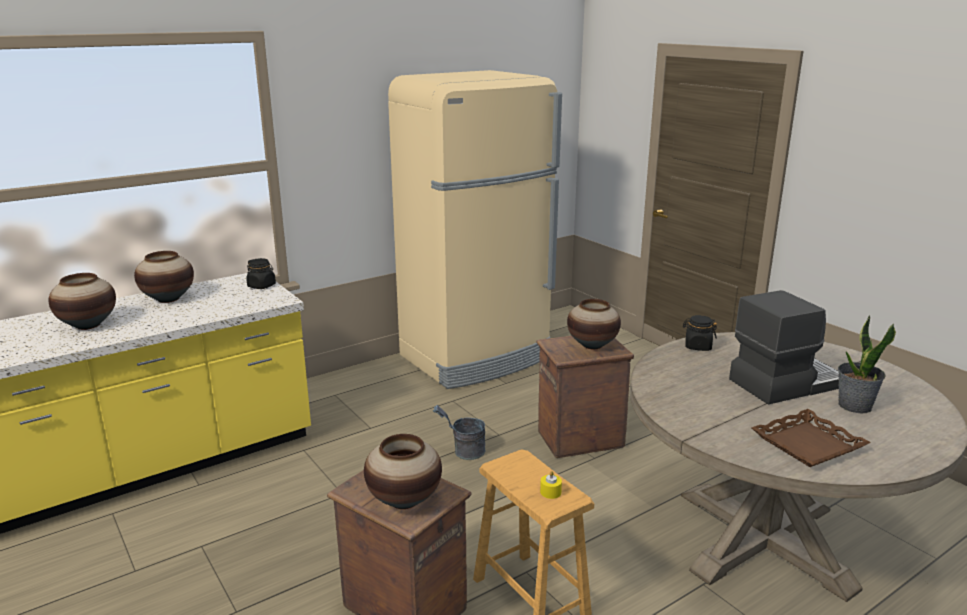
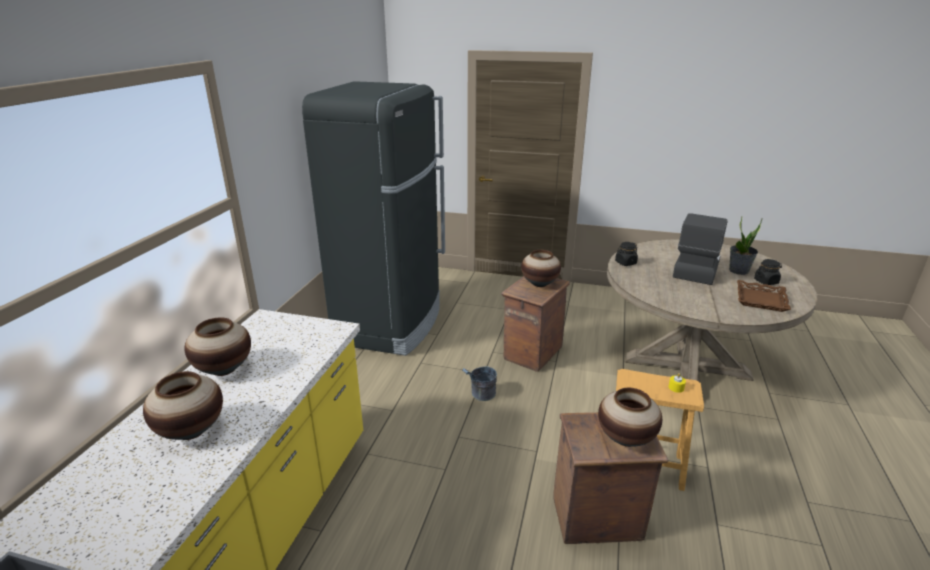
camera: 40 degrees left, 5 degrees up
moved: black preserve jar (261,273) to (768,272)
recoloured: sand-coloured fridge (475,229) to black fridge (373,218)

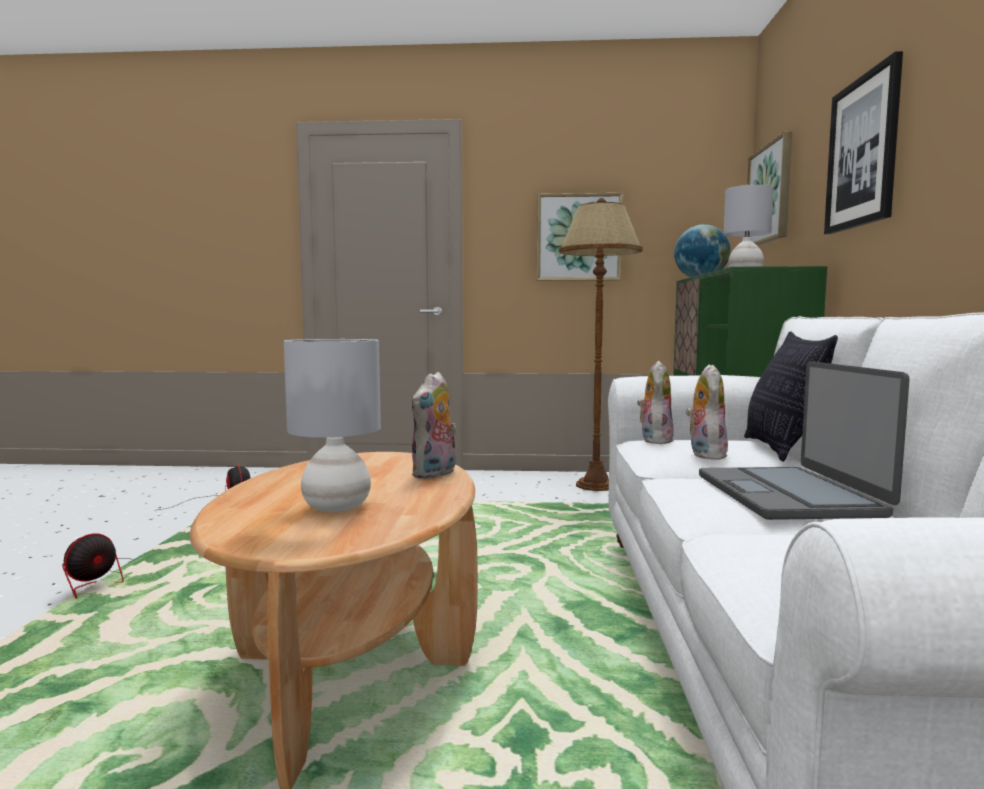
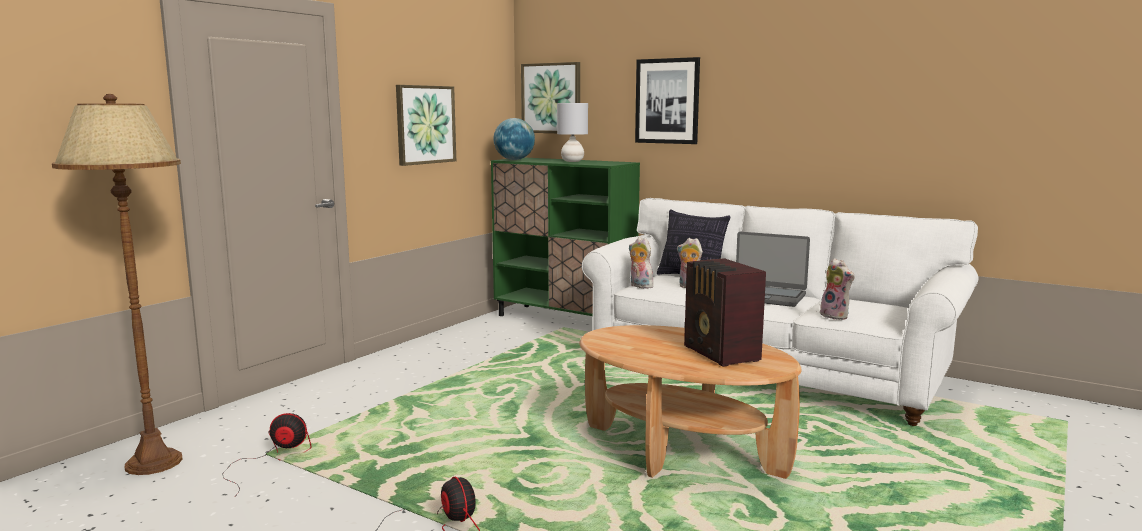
camera: 60 degrees left, 5 degrees up
moved: brown floor lamp (601,344) to (117,284); soft toy (434,425) to (837,289)
replaced: gray table lamp (332,425) to radio set (725,312)

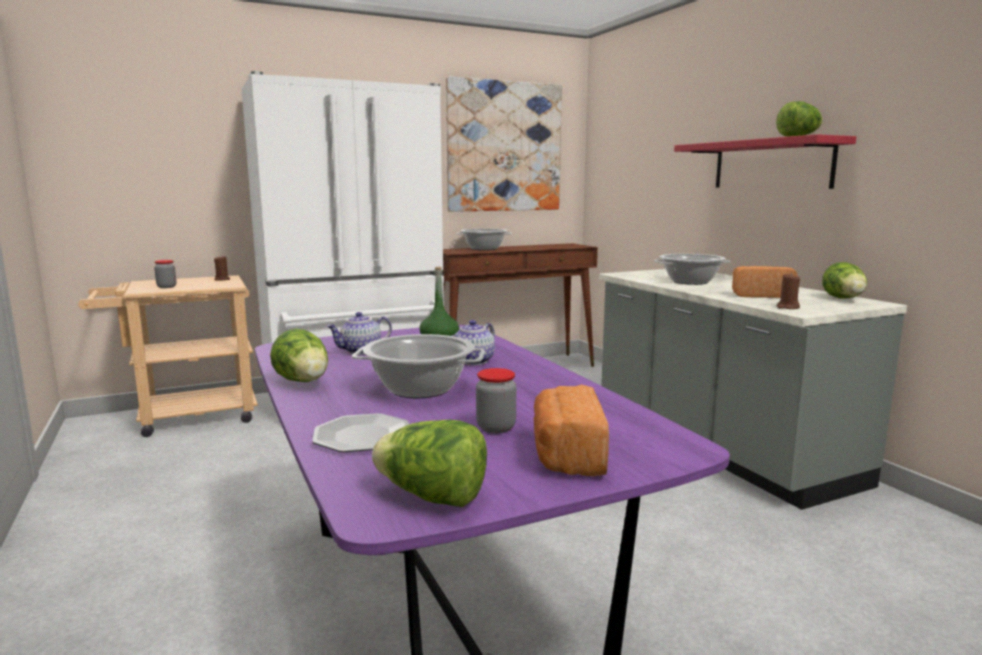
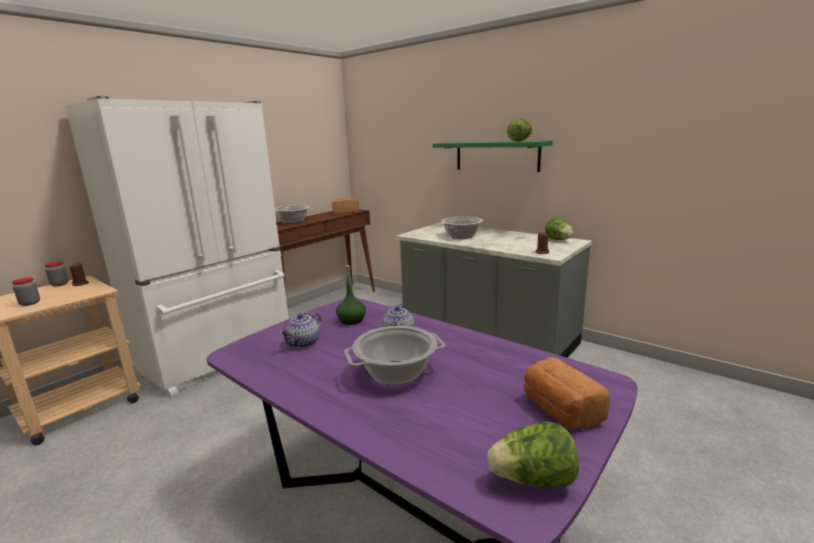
camera: 25 degrees left, 5 degrees up
removed: lettuce head (299,355); plate (360,432); wall picture (504,144)
moved: preserve jar (496,400) to (56,274); bakery bread (765,282) to (345,206)
recoloured: reddish wall shelf (765,161) to green wall shelf (493,156)

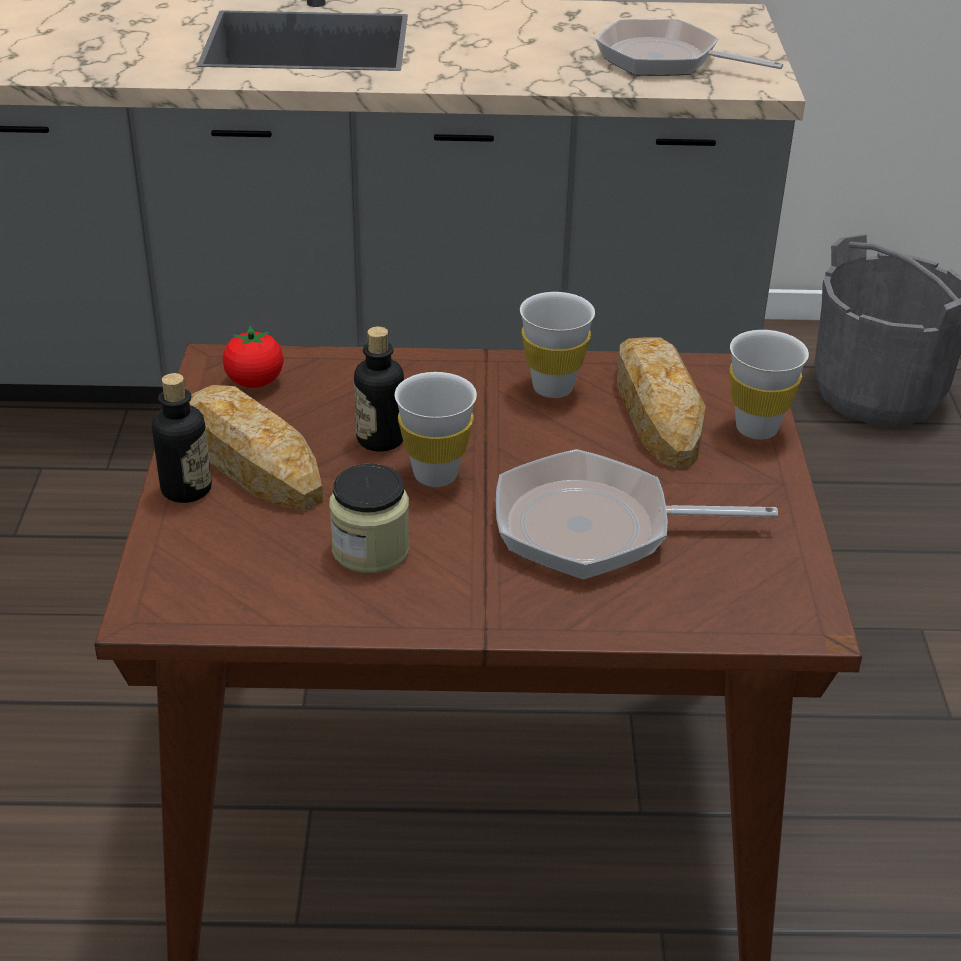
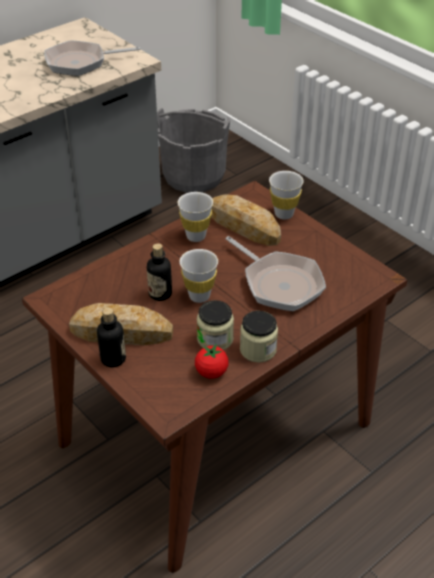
camera: 40 degrees left, 5 degrees up
added: preserve jar (259,337)
moved: tomato (253,356) to (212,361)
turned: skillet (637,514) = (275,273) 90 degrees counterclockwise

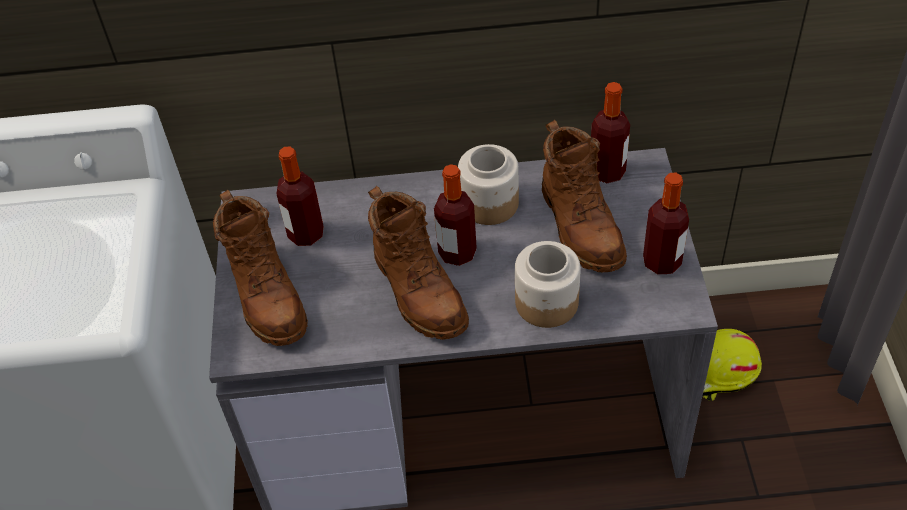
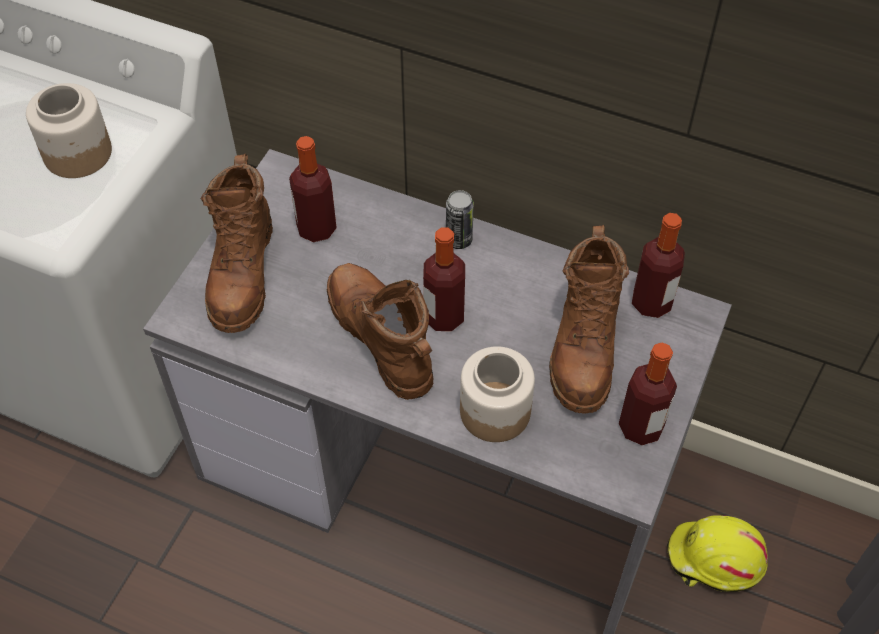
camera: 25 degrees right, 5 degrees up
added: can (460,219)
moved: preserve jar (488,184) to (69,130)
turned: brown high-top boot (418,263) = (380,331) 150 degrees clockwise

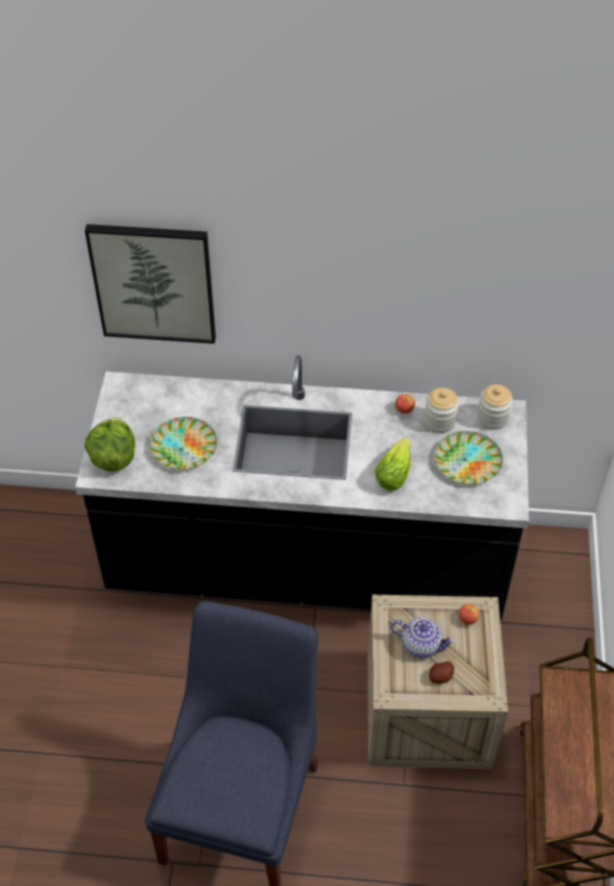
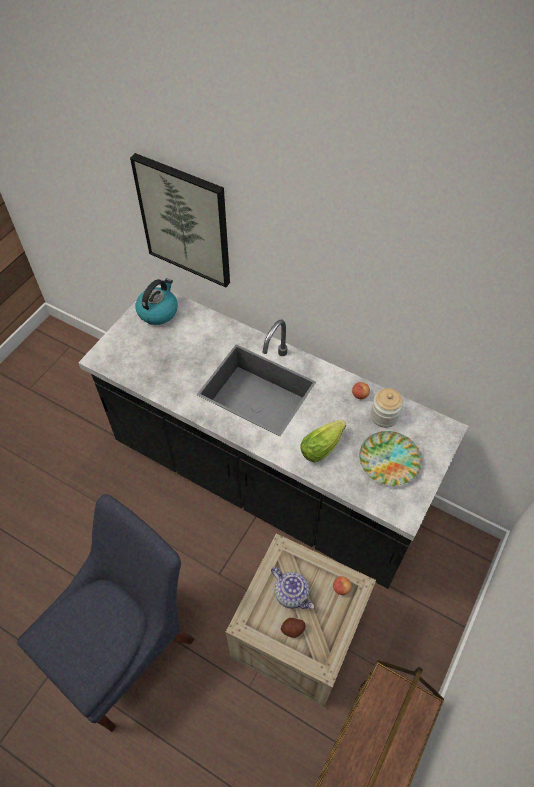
camera: 25 degrees right, 5 degrees up
removed: lettuce head (110,444); plate (183,443); preserve jar (495,407)
added: water kettle (156,301)

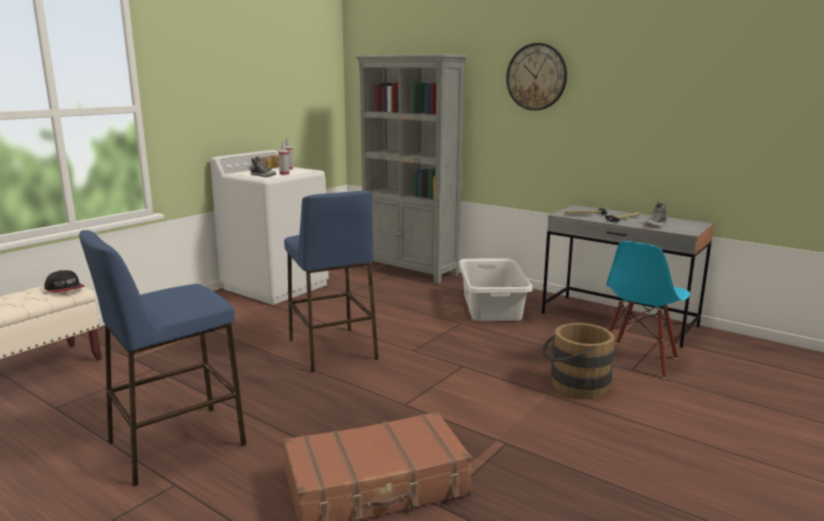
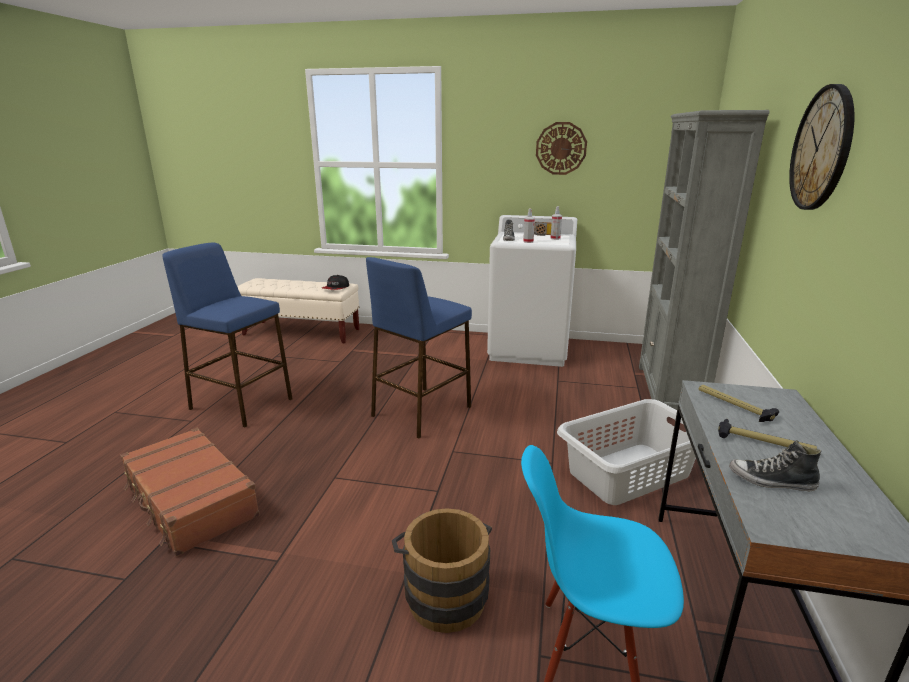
camera: 65 degrees right, 5 degrees up
added: wall clock (561,148)

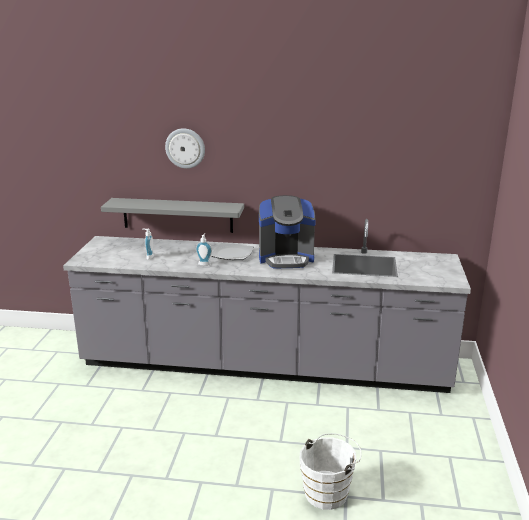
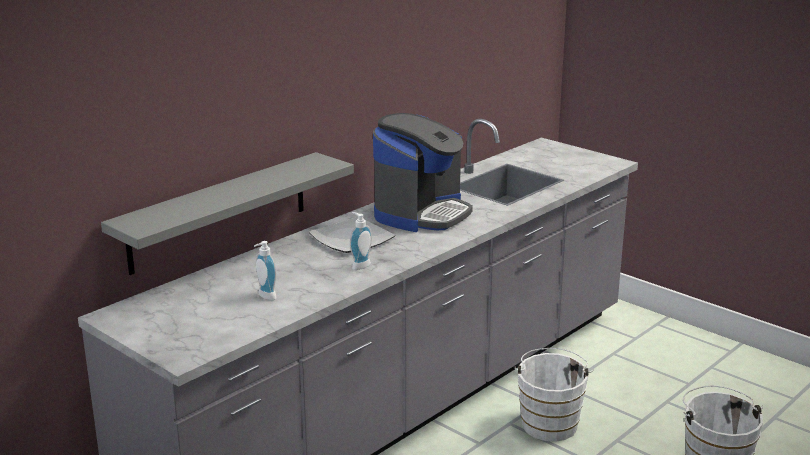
camera: 55 degrees left, 0 degrees up
removed: wall clock (185,148)
added: white-coloured bucket (554,395)

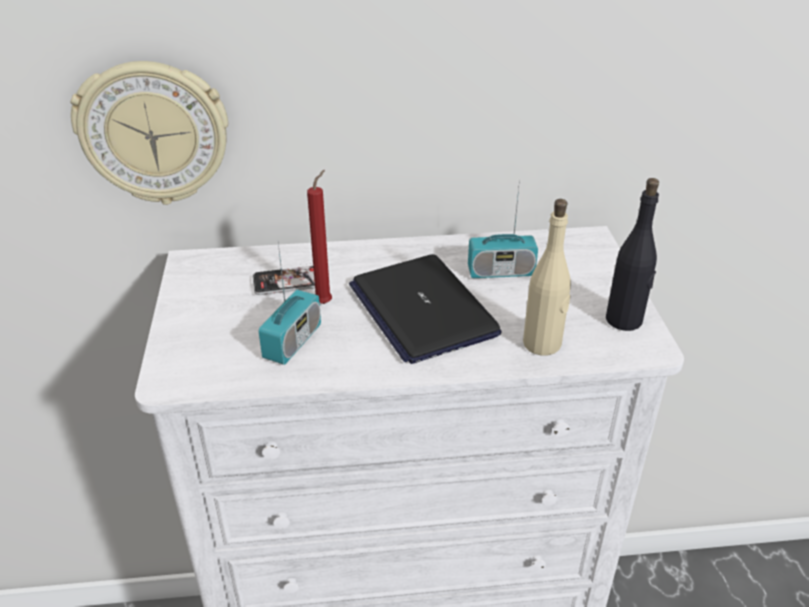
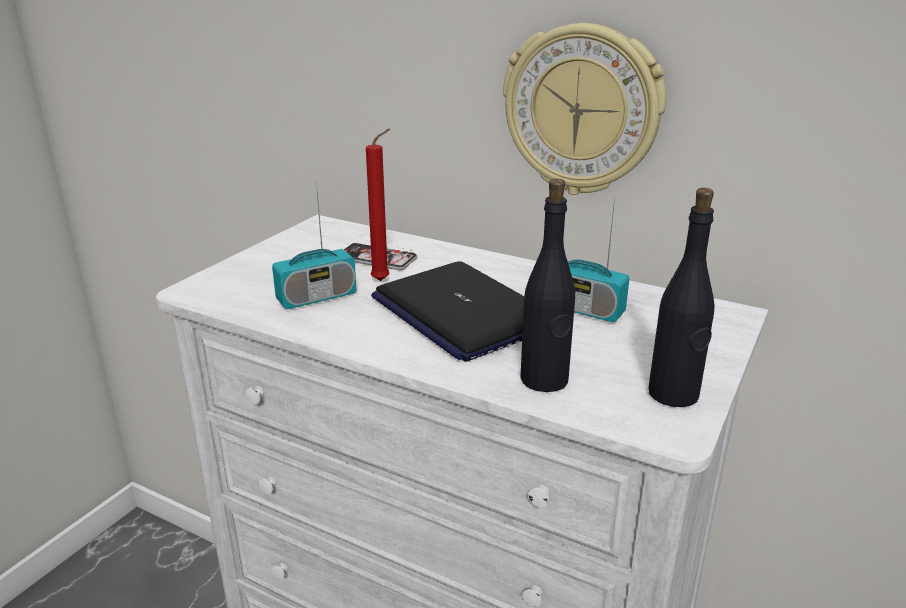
camera: 35 degrees right, 10 degrees down
moved: wall clock (149,133) to (584,109)
recoloured: sand-coloured drink bottle (547,277) to black drink bottle (547,285)
turned: laptop (425,309) = (447,311) 45 degrees counterclockwise

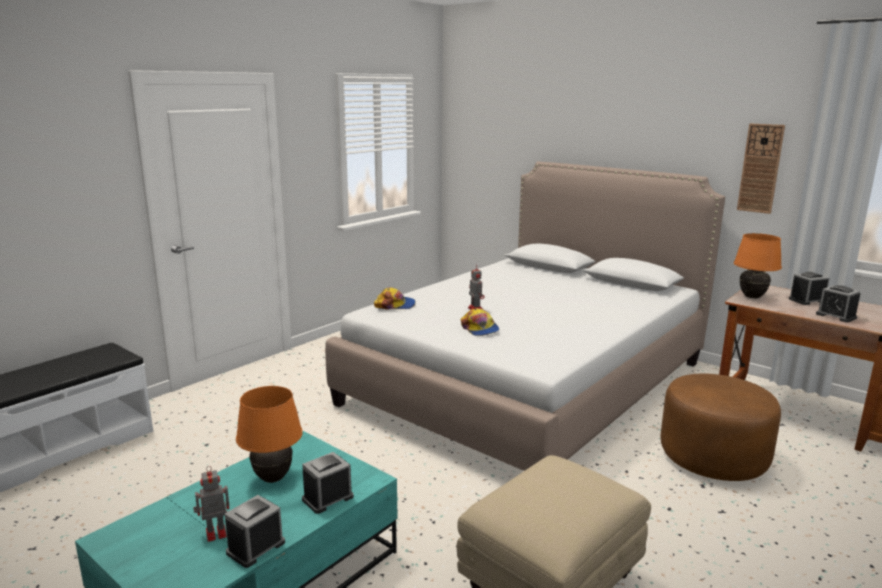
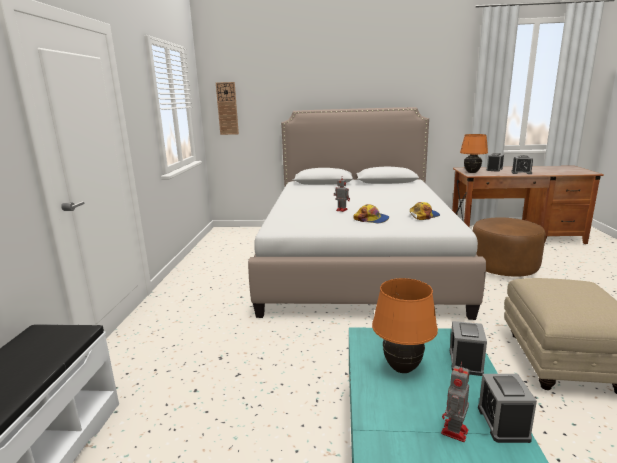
camera: 35 degrees left, 0 degrees up
moved: wall clock (761,169) to (227,108); cap (395,298) to (425,211)

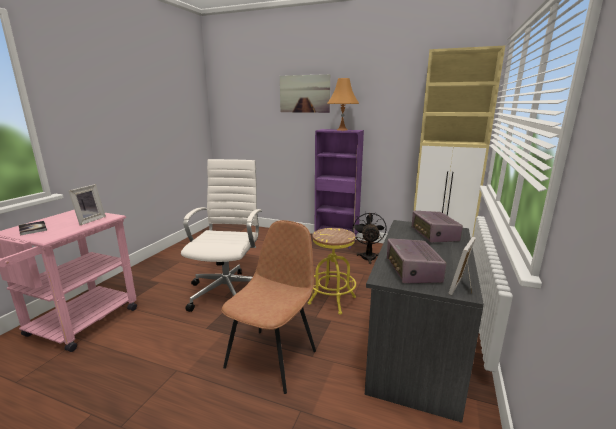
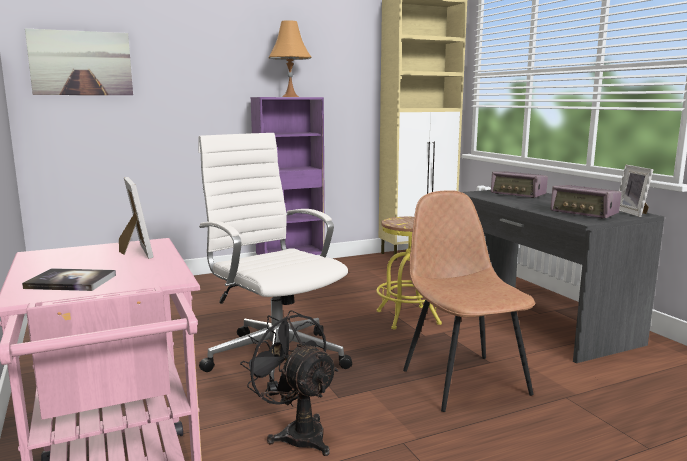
camera: 45 degrees left, 5 degrees down
moved: wall picture (305,93) to (79,61); black electric fan (369,237) to (289,383)

